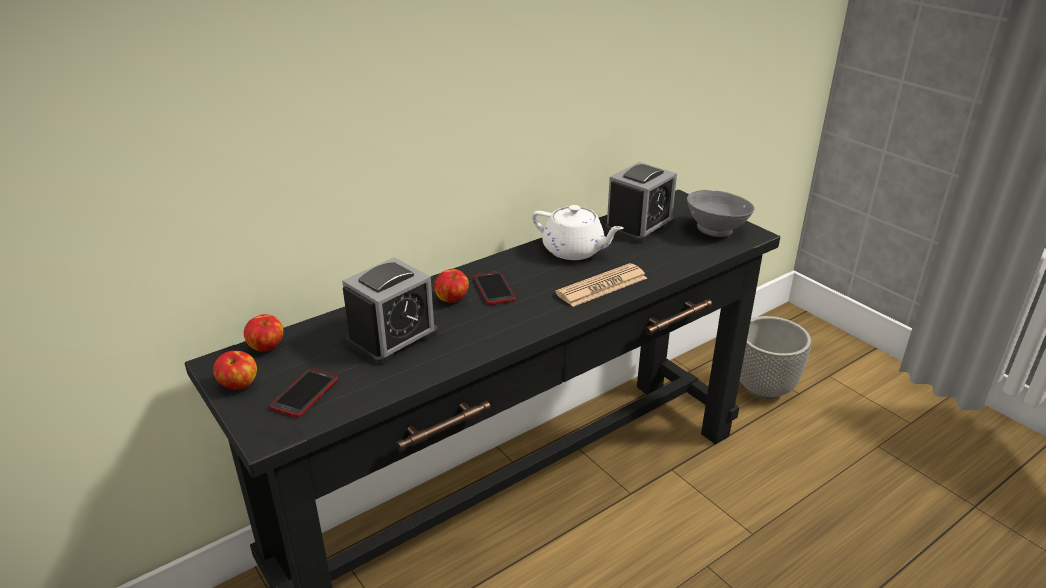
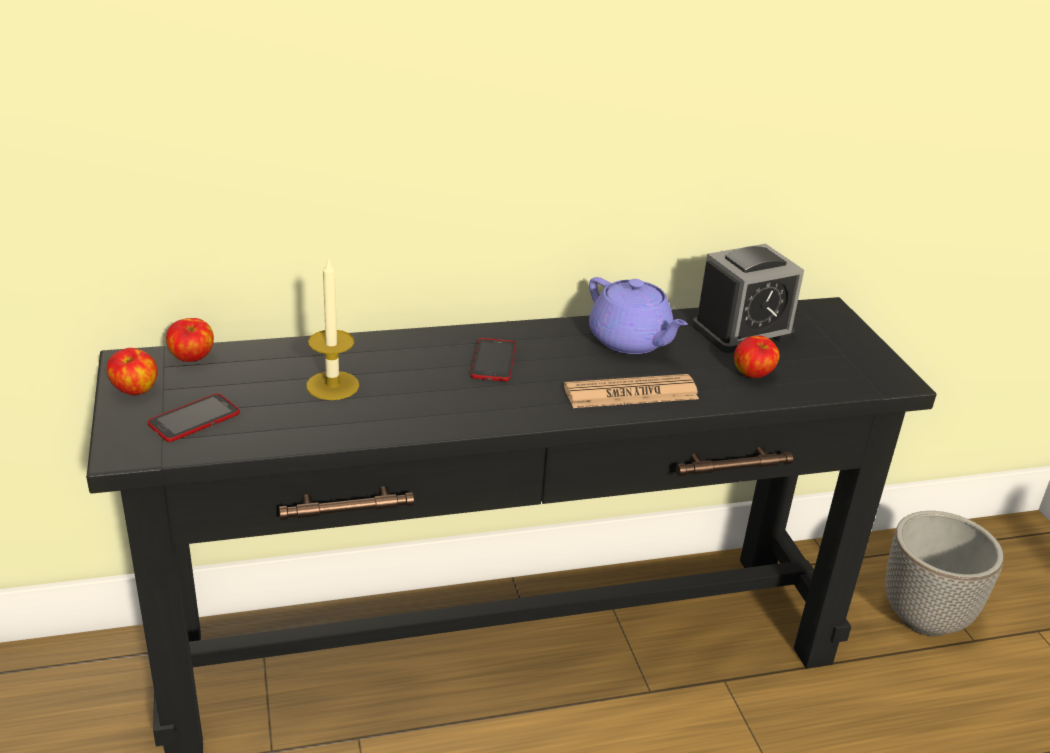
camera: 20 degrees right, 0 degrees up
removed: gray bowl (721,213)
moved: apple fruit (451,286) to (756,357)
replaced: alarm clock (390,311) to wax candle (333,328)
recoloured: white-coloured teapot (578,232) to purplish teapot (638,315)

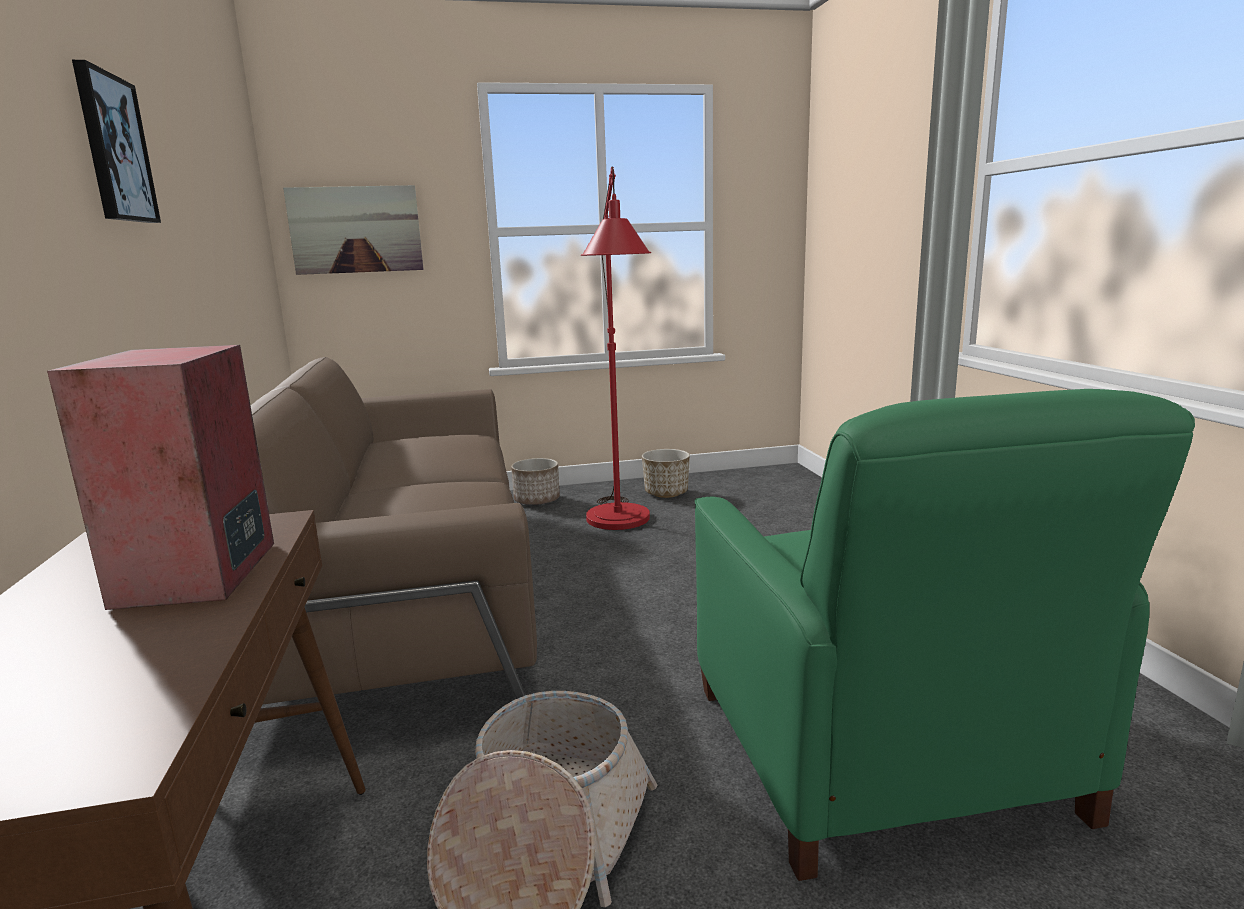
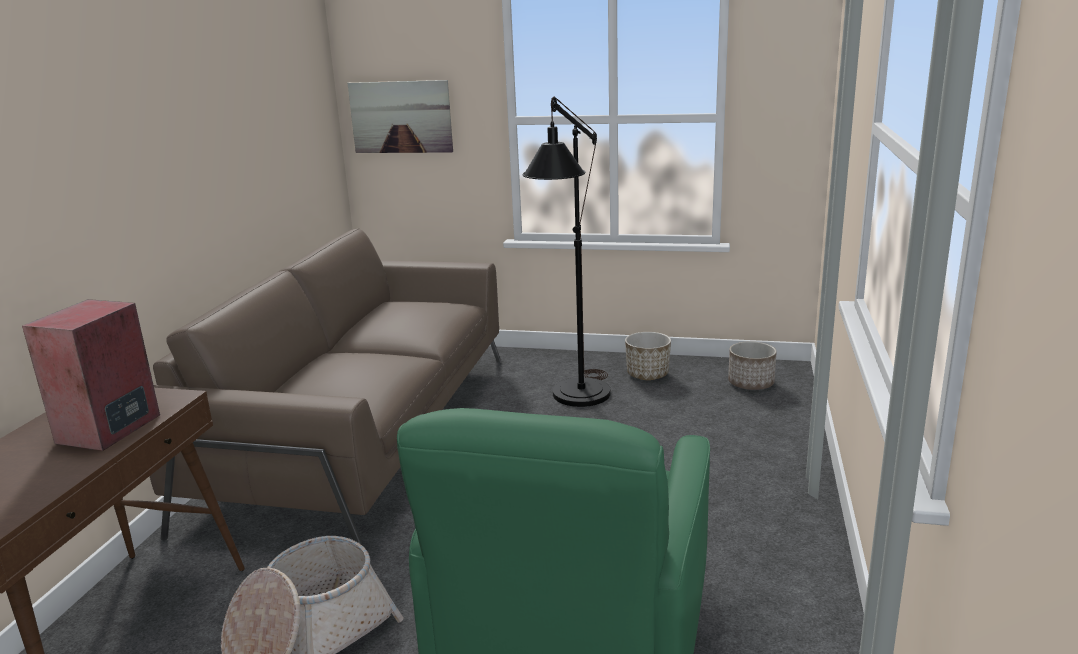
camera: 25 degrees right, 5 degrees up
removed: wall picture (116,141)
moved: planter (535,481) to (752,365)
recoloured: reddish floor lamp (616,348) to black floor lamp (567,252)

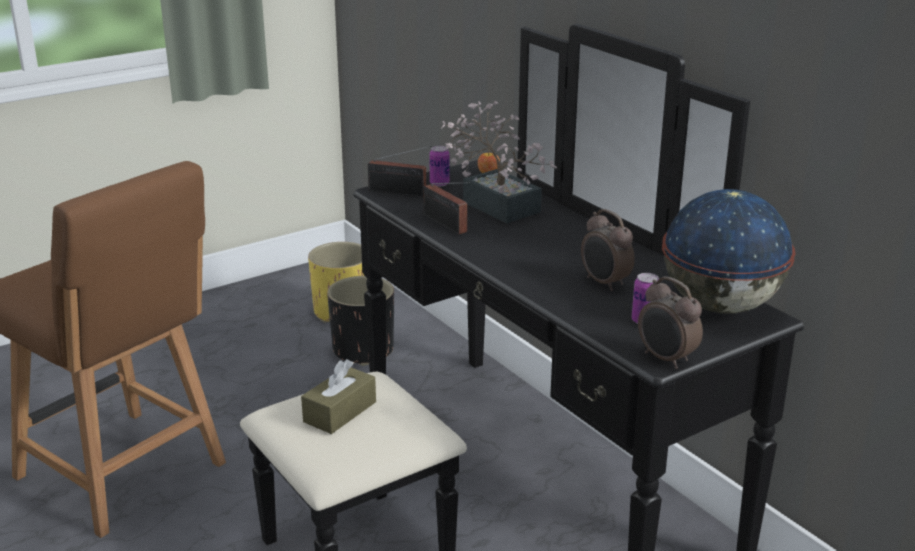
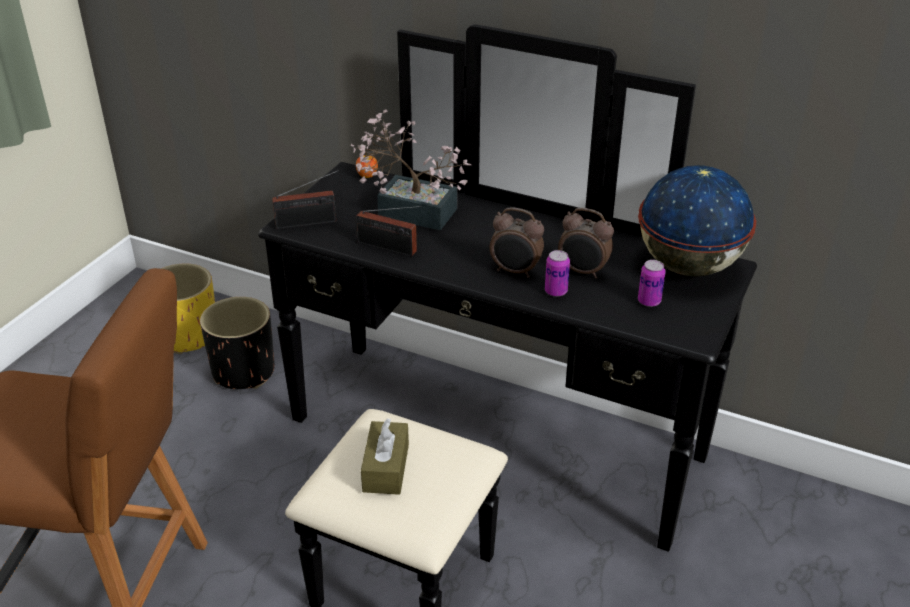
camera: 30 degrees left, 10 degrees up
moved: alarm clock (670,322) to (516,242); can (439,166) to (557,273)

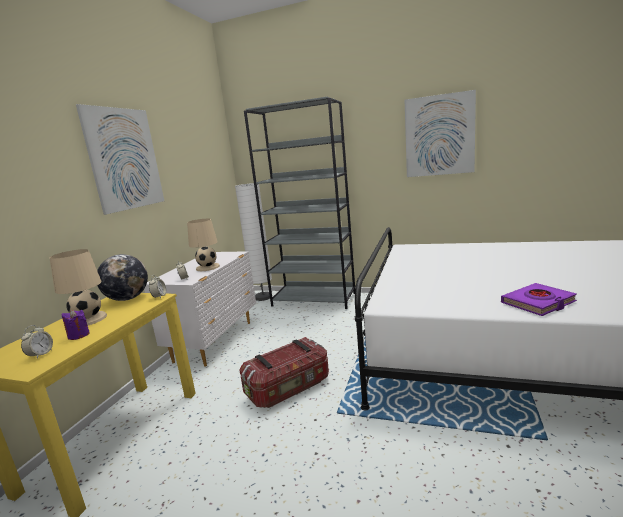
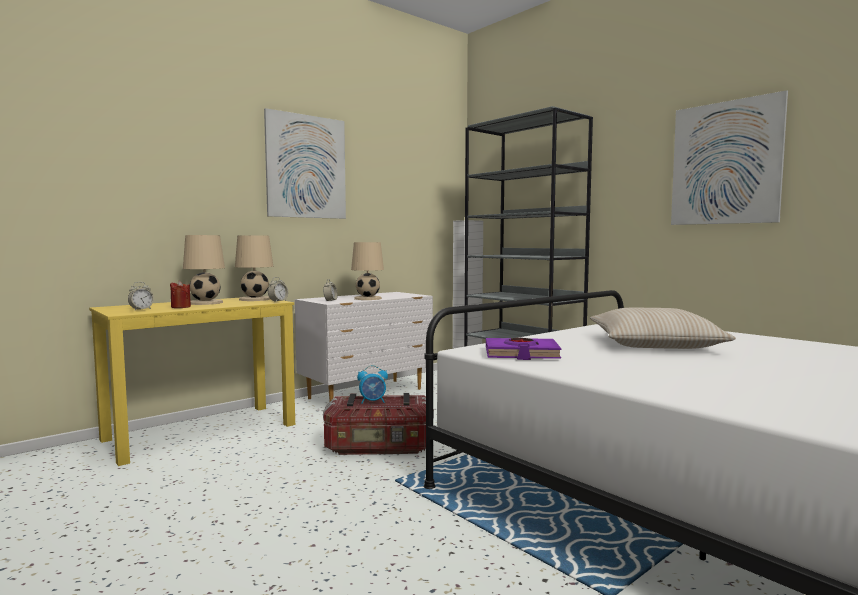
camera: 30 degrees right, 10 degrees down
added: alarm clock (372,384); sand-coloured pillow (663,328)
moved: purplish book (539,299) to (523,349)
replaced: globe (122,277) to sand-coloured table lamp (254,268)
recoloured: purplish wax candle (76,325) to reddish wax candle (180,294)

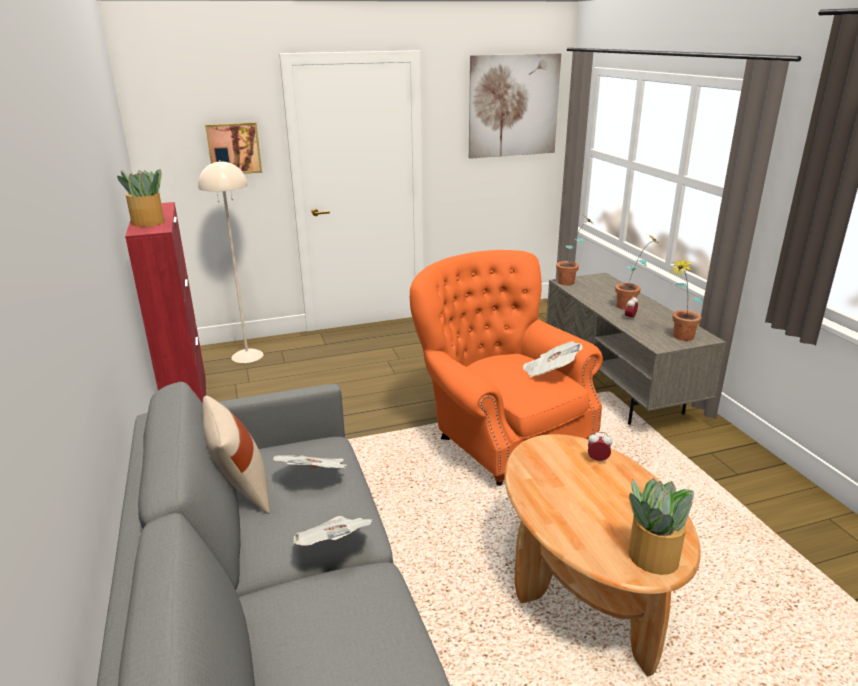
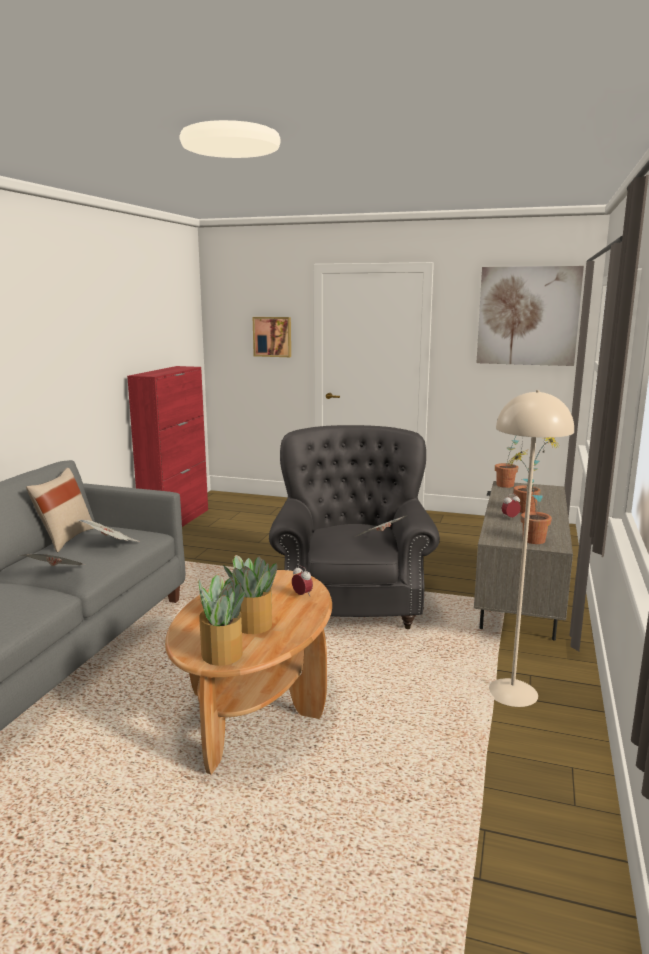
camera: 35 degrees right, 10 degrees down
moved: plant in a pot (141,198) to (250,594); sand-coloured floor lamp (231,261) to (531,548)
recoloured: orange-coloured lounge chair (506,368) to gray lounge chair (354,527)

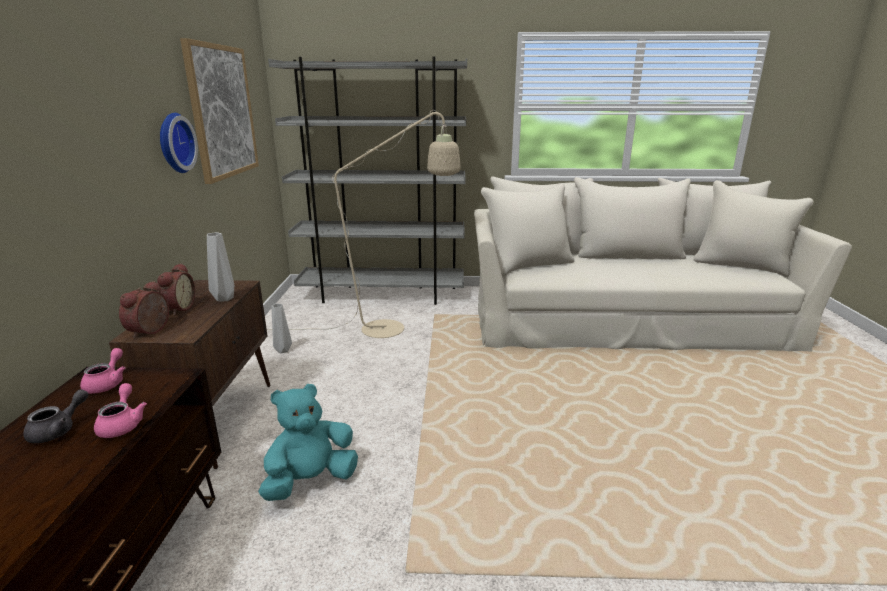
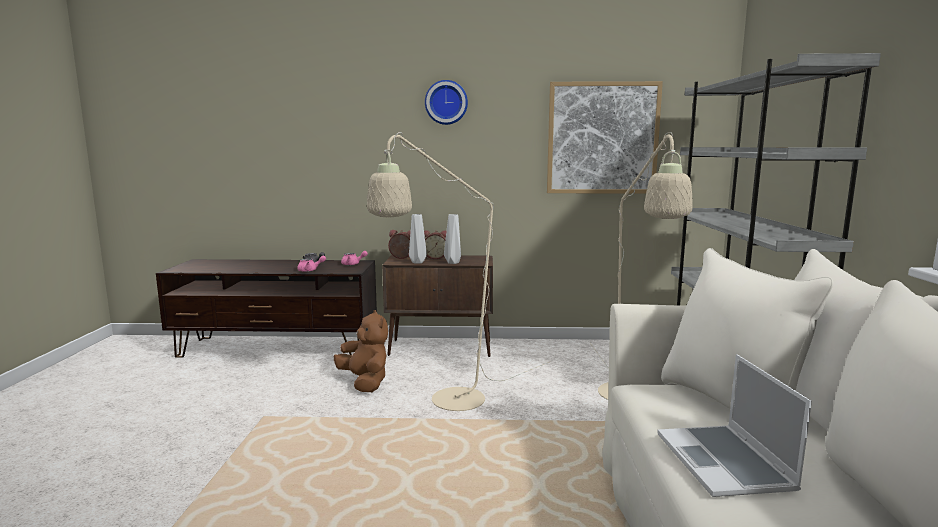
camera: 90 degrees right, 10 degrees down
added: sand-coloured floor lamp (459,271); laptop (734,425)
moved: gray flower vase (282,329) to (418,239); wall clock (179,143) to (446,102)
recoloured: turquoise-coloured soft toy (308,442) to brown soft toy (361,351)

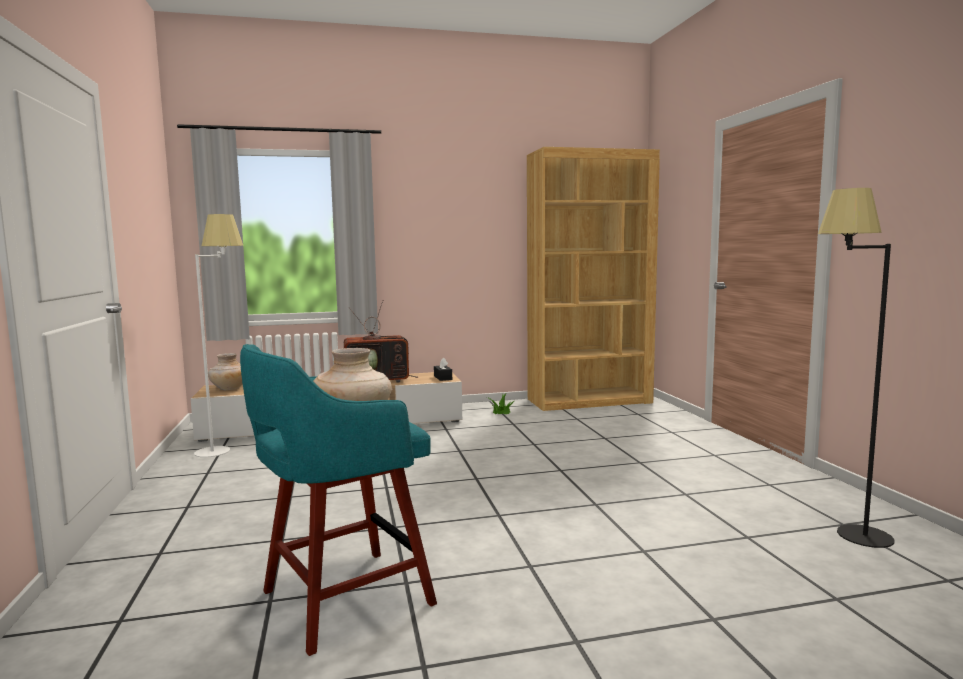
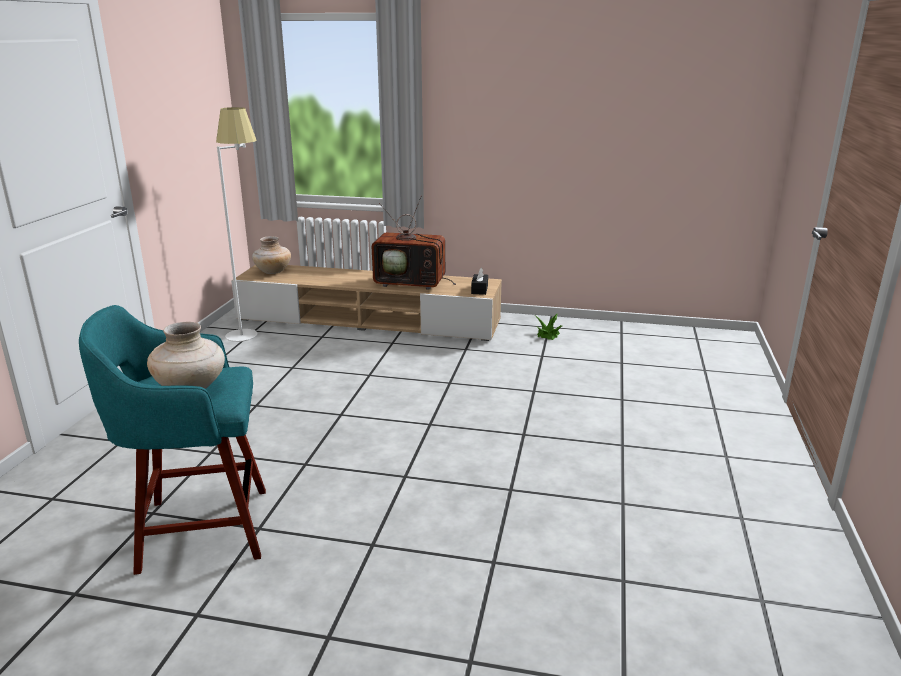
camera: 25 degrees right, 15 degrees up
removed: brown shelving unit (593,279); black floor lamp (856,368)

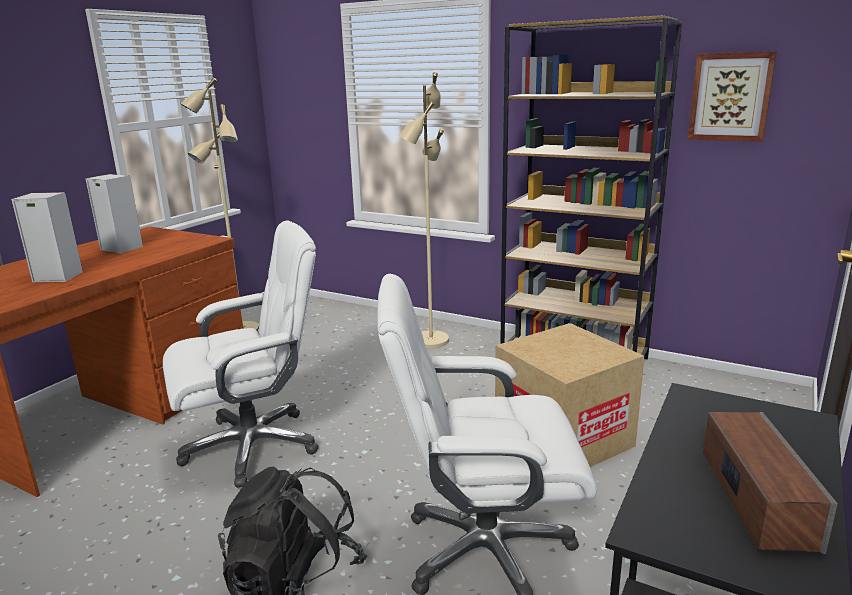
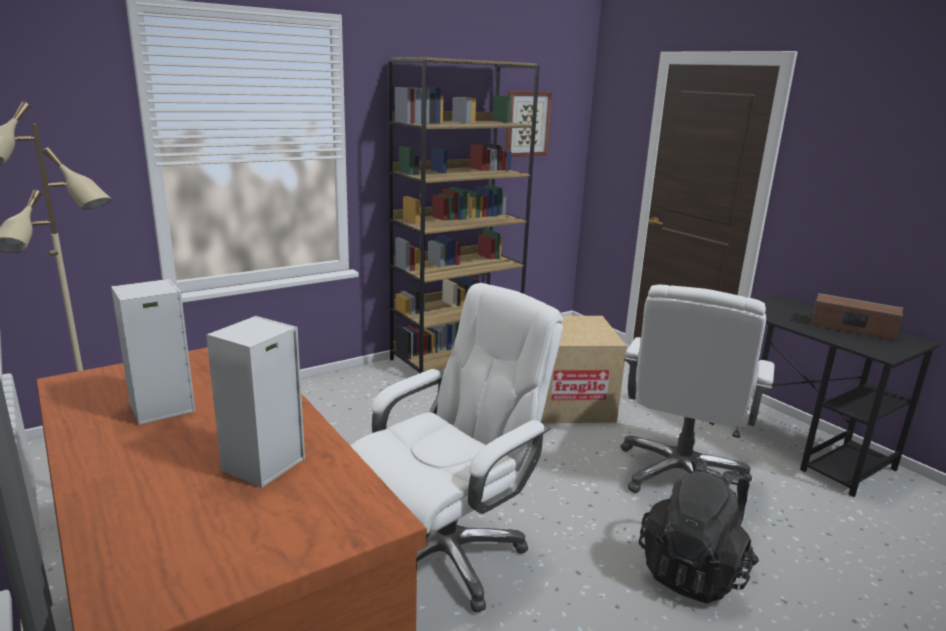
camera: 65 degrees left, 0 degrees up
removed: sand-coloured floor lamp (424,210)
turned: white-coloured desk chair (241,354) = (457,448) 45 degrees clockwise

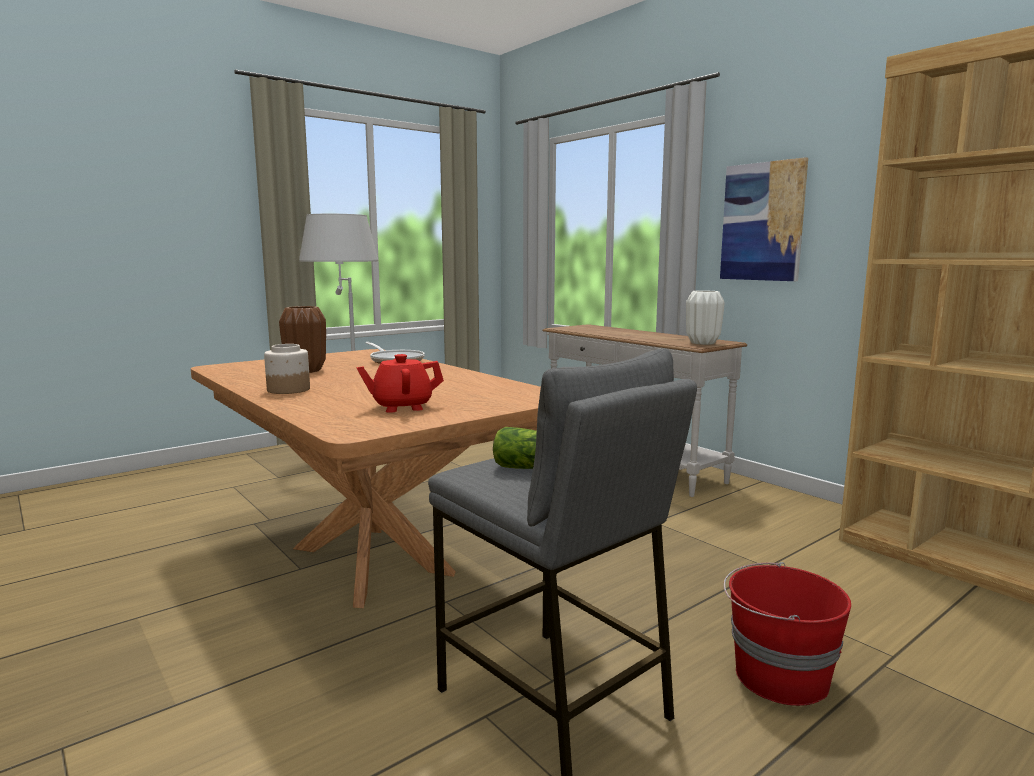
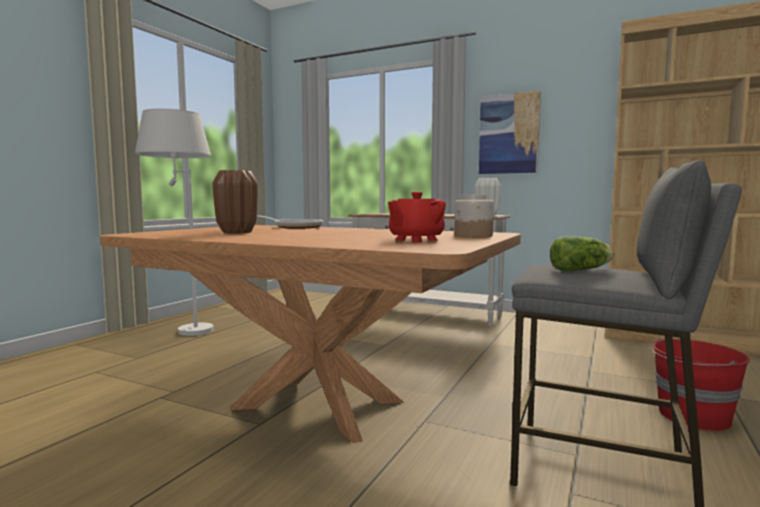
camera: 25 degrees left, 5 degrees down
moved: preserve jar (287,369) to (474,216)

